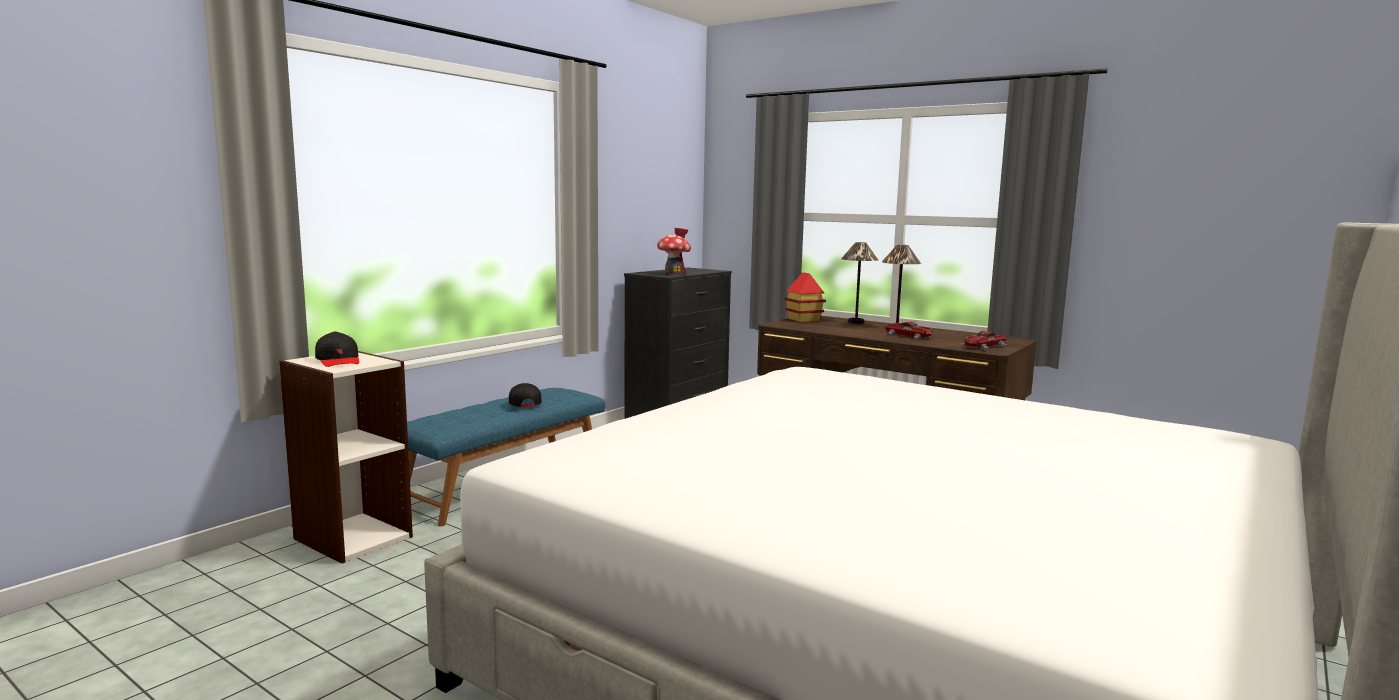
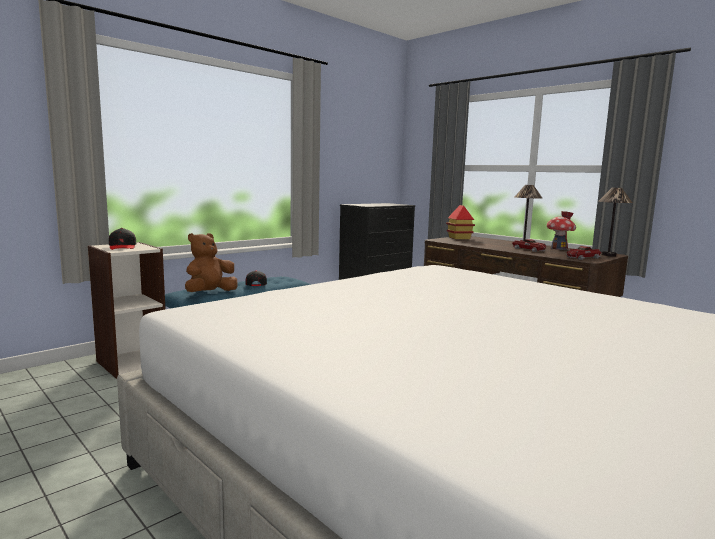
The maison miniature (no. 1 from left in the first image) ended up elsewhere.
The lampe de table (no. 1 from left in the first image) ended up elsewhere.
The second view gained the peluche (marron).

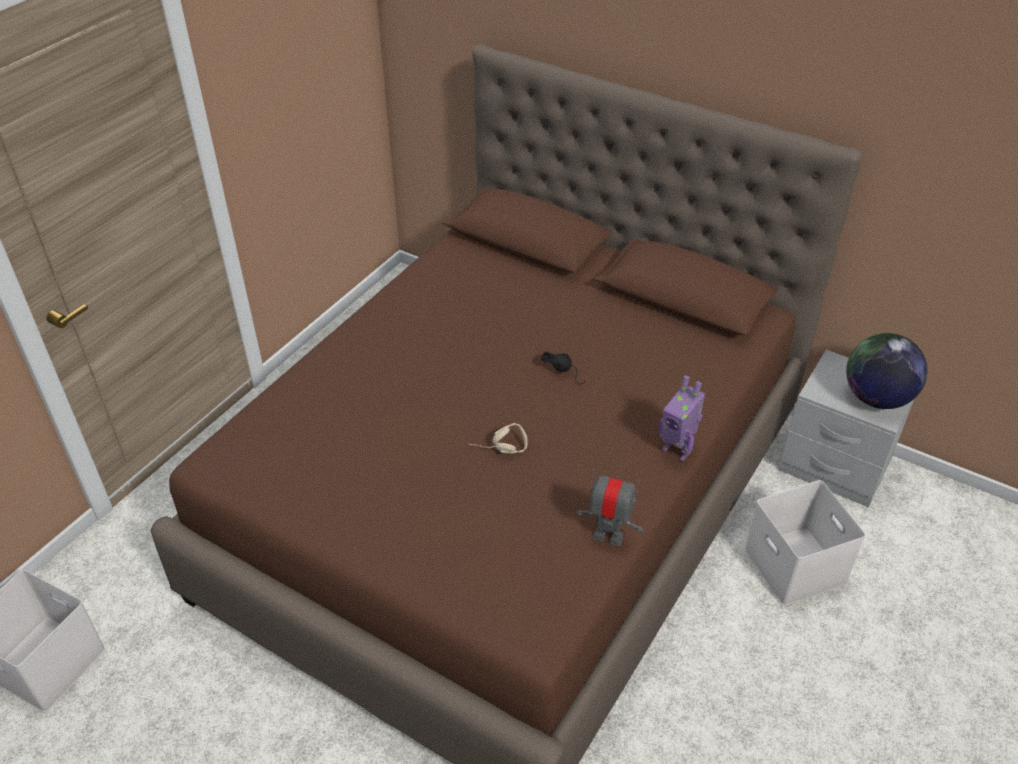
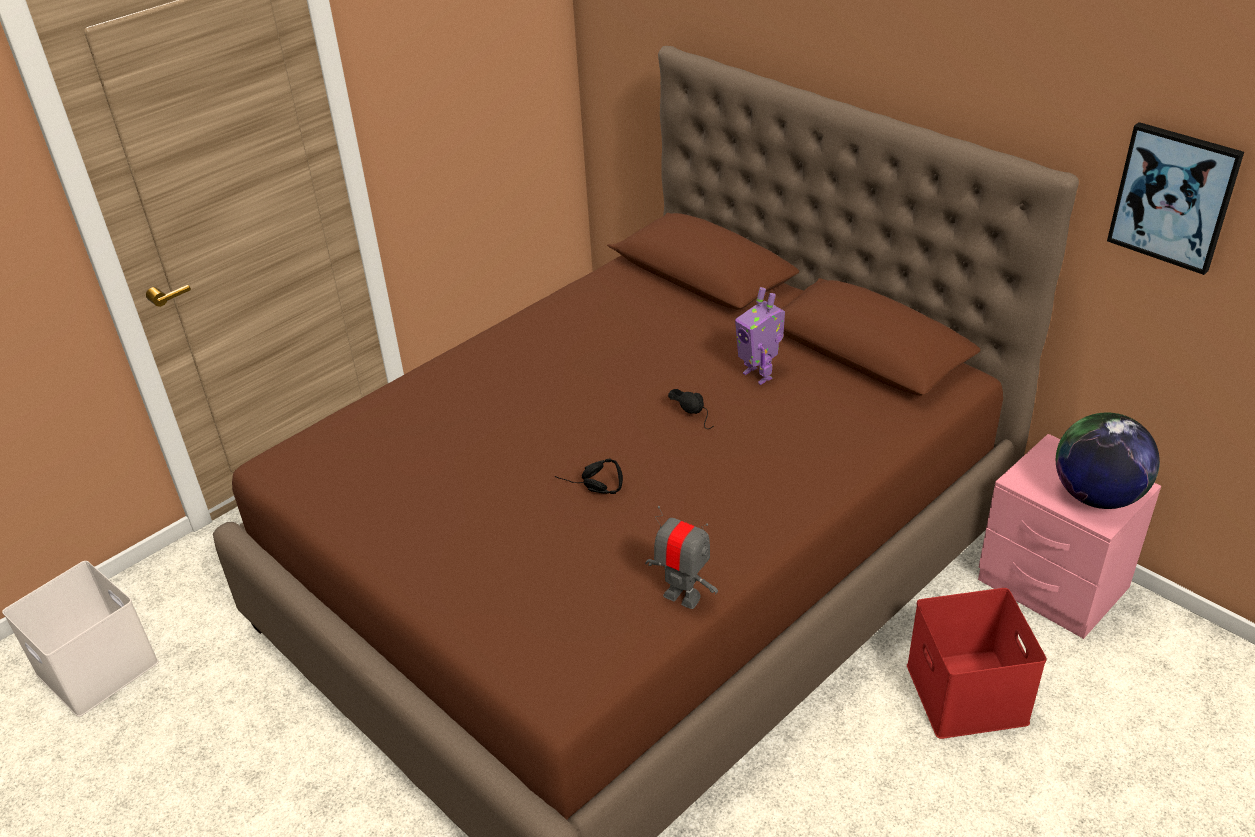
What was the casque audio (beige) turned into the casque audio (noir) (no. 1 from left).
The robot jouet (no. 2 from left) ended up elsewhere.
What was the boîte de rangement (blanc) (no. 2 from left) turned into the boîte de rangement (rouge).
What was the table de chevet (gris) turned into the table de chevet (rose).
The second view gained the tableau.

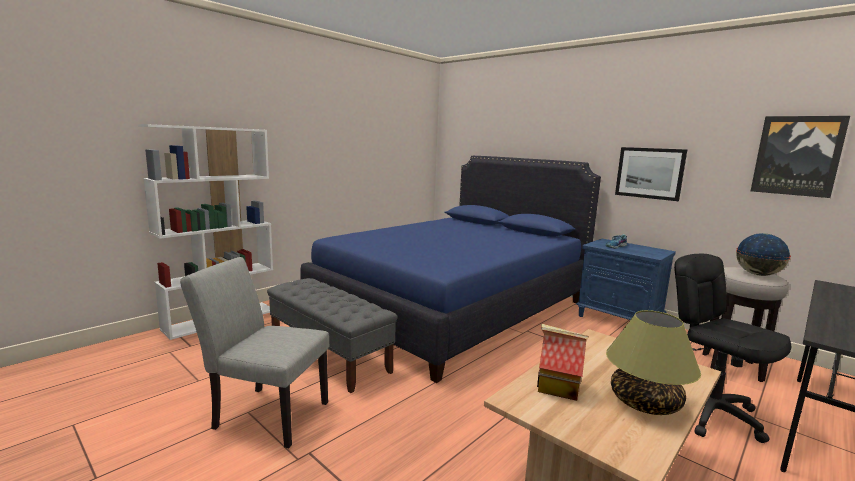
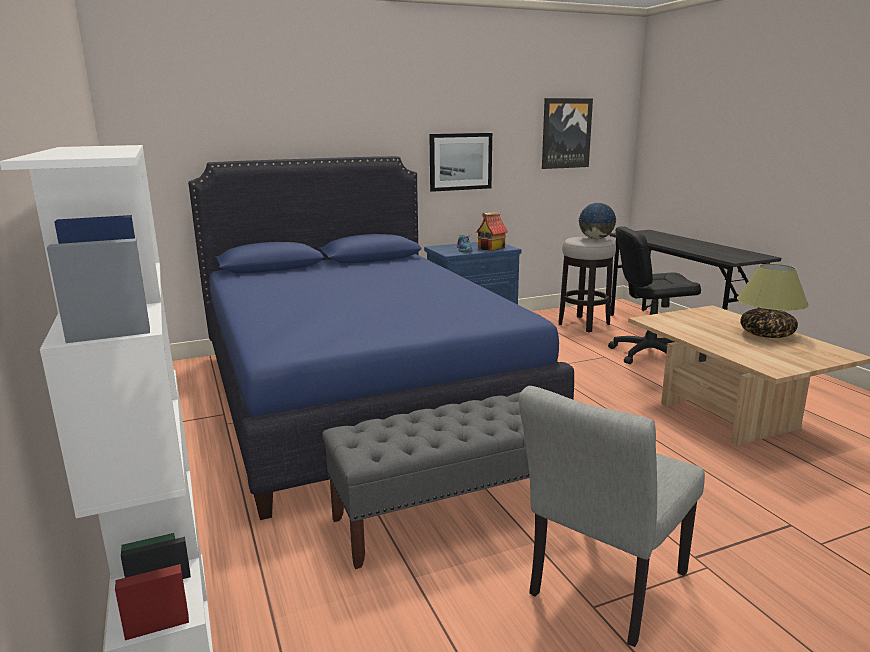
The maison miniature ended up elsewhere.

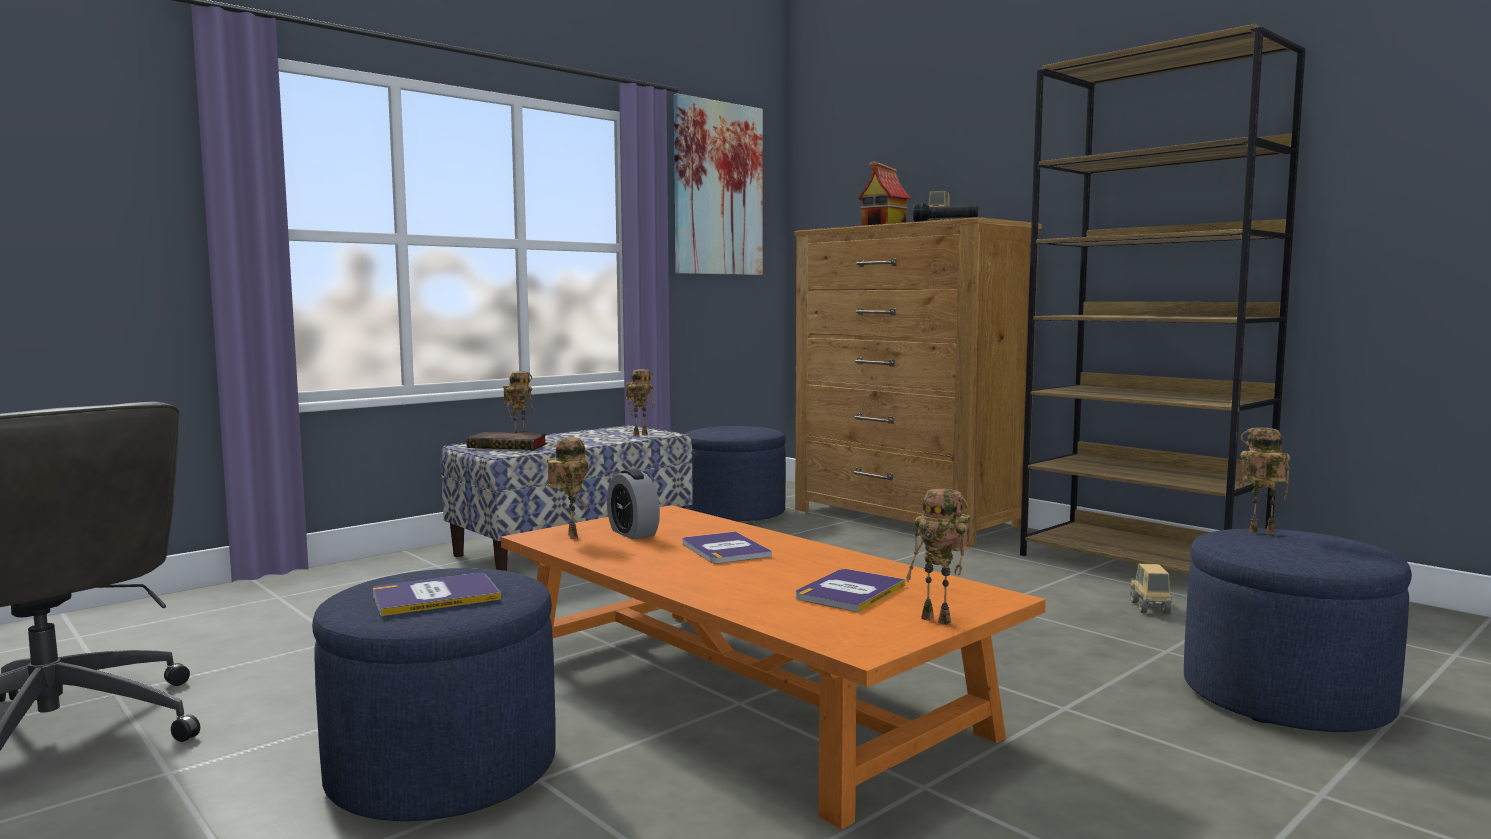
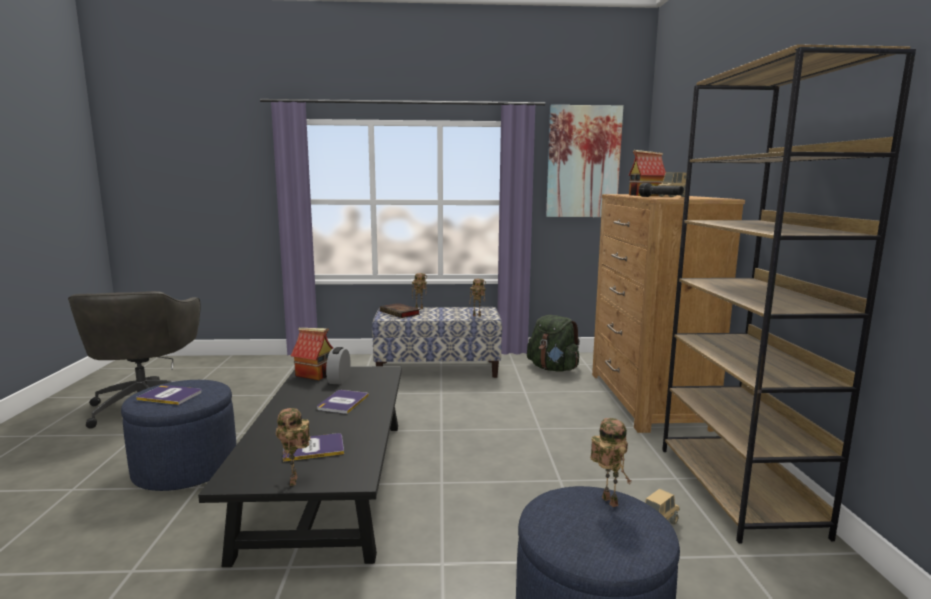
What was the table basse (orange) turned into the table basse (noir).
Where the robot jouet (no. 2 from left) stood, the maison miniature (no. 1 from left) came to stand.
Where the pouf (bleu) (no. 2 from left) stood, the sac à dos (vert) came to stand.

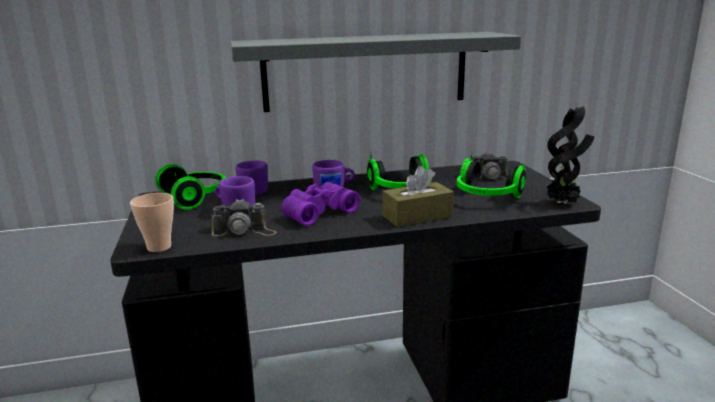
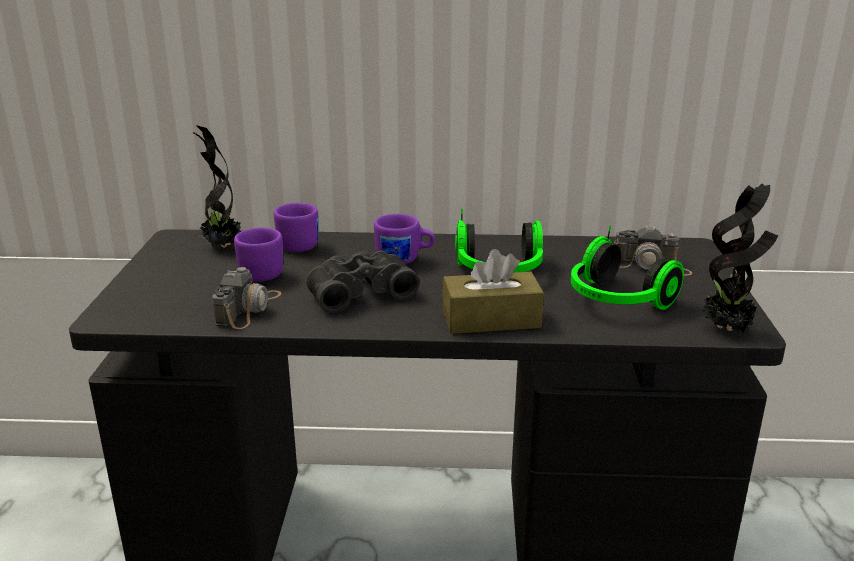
The second view lost the tasse.
Where the casque audio (no. 1 from left) stood, the plante en pot (no. 1 from left) came to stand.
The appareil photo (no. 1 from left) ended up facing another way, 90 degrees counterclockwise from before.
The second view lost the étagère (gris).
What was the jumelles (violet) turned into the jumelles (noir).

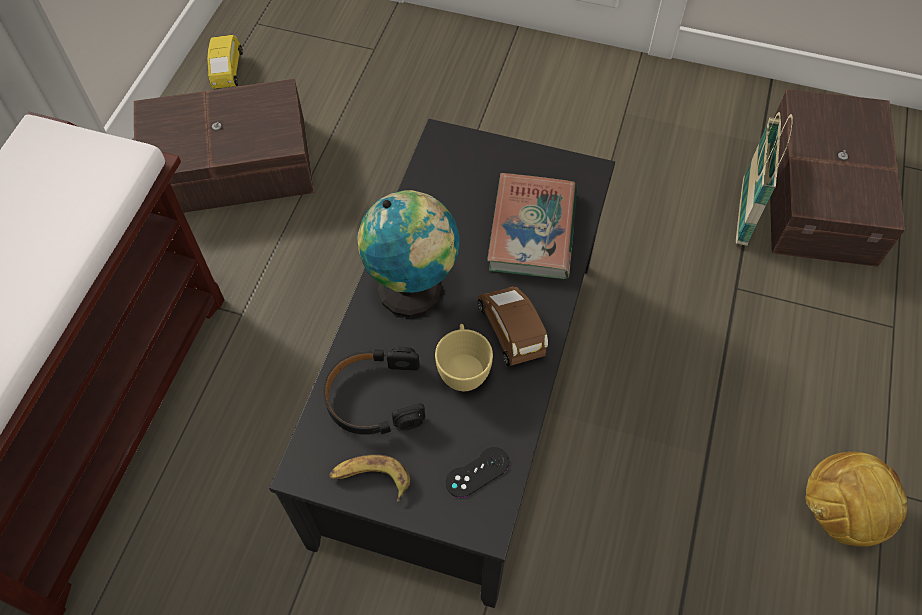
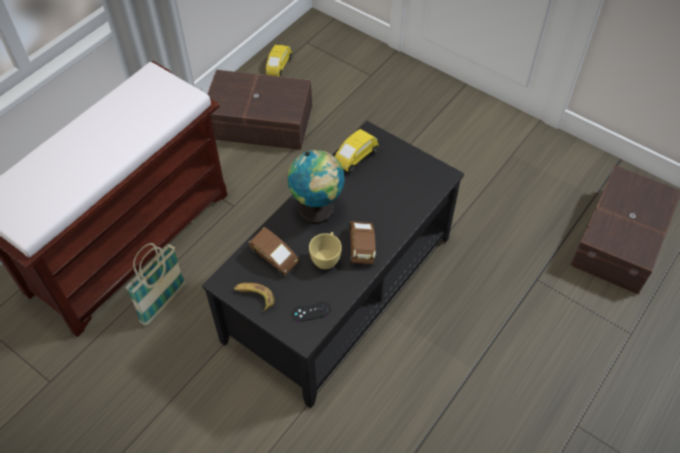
Where the casque audio (noir) stood, the petite voiture (marron) (no. 1 from left) came to stand.
The second view lost the livre.
The panier ended up elsewhere.
The second view lost the ballon de foot.
The second view gained the petite voiture (jaune) (no. 2 from left).

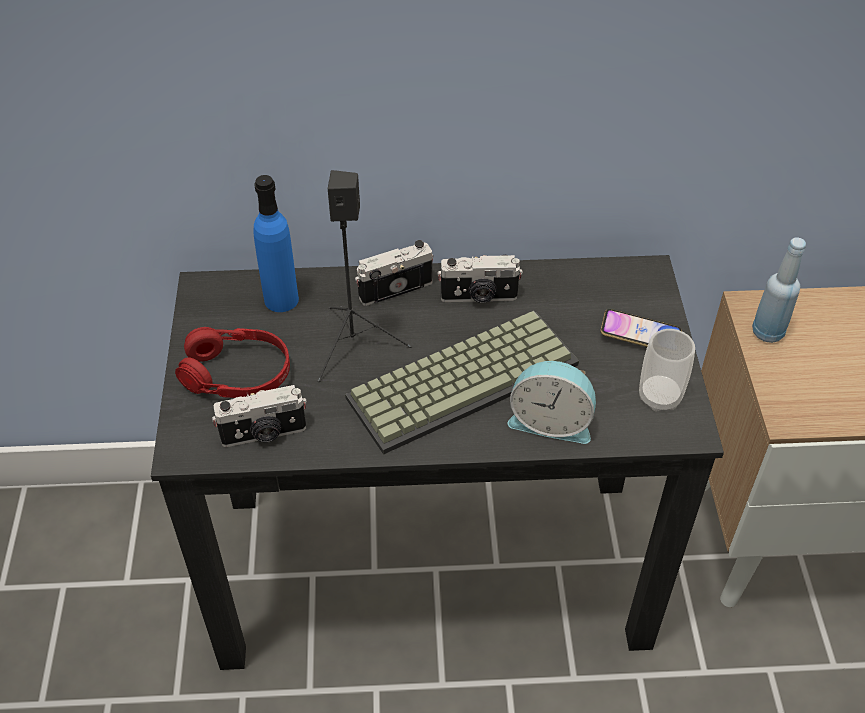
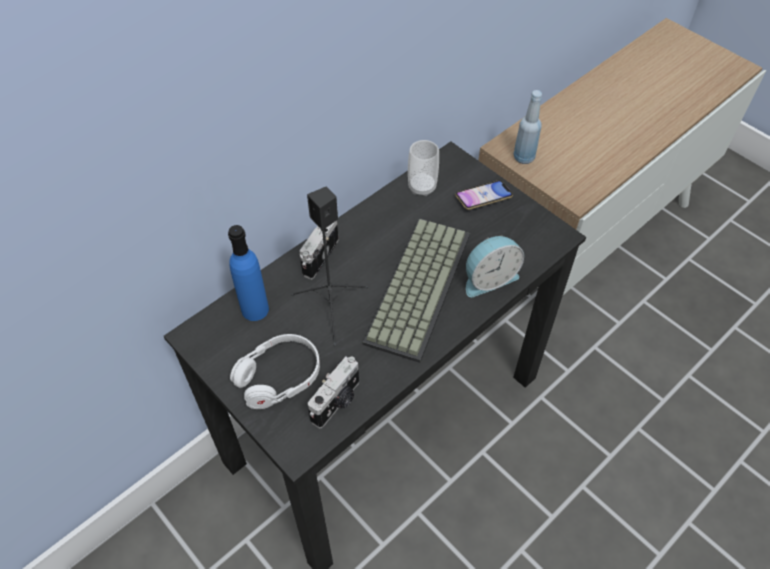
What was the casque audio (rouge) turned into the casque audio (blanc).
The second view lost the appareil photo (no. 3 from left).
The tasse ended up elsewhere.

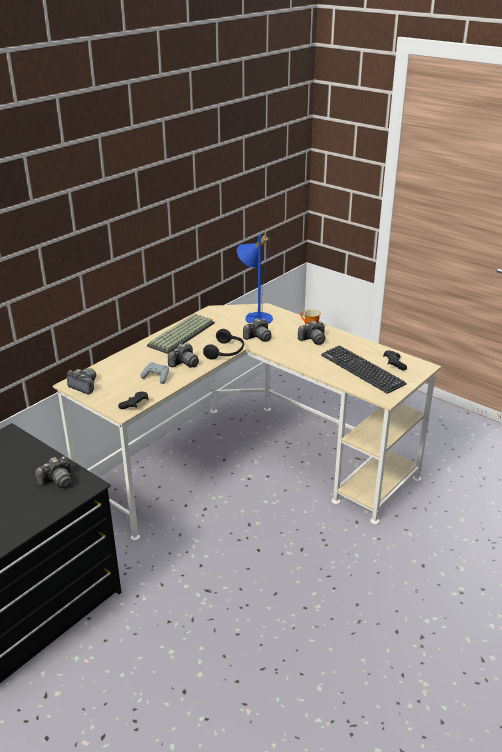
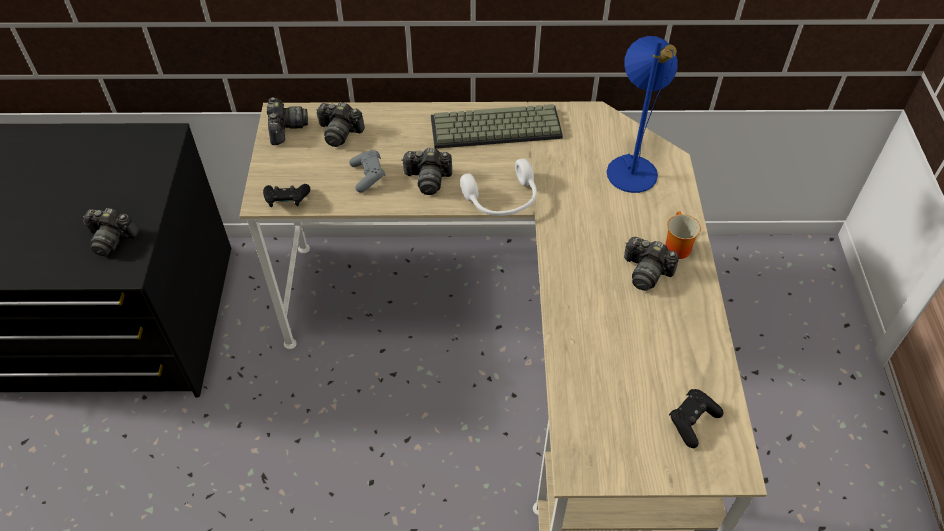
What was the casque audio (noir) turned into the casque audio (blanc).
The appareil photo (no. 4 from left in the first image) ended up elsewhere.
The second view lost the clavier (no. 2 from left).

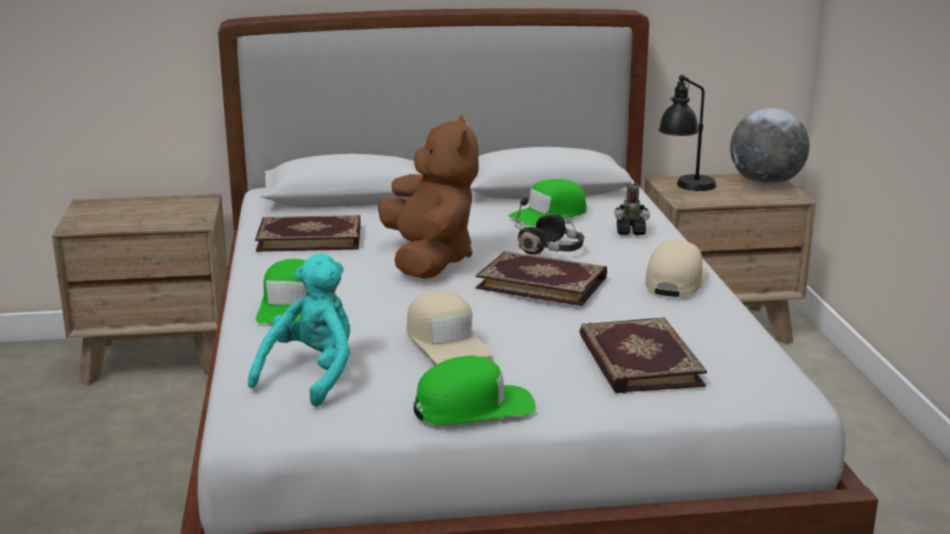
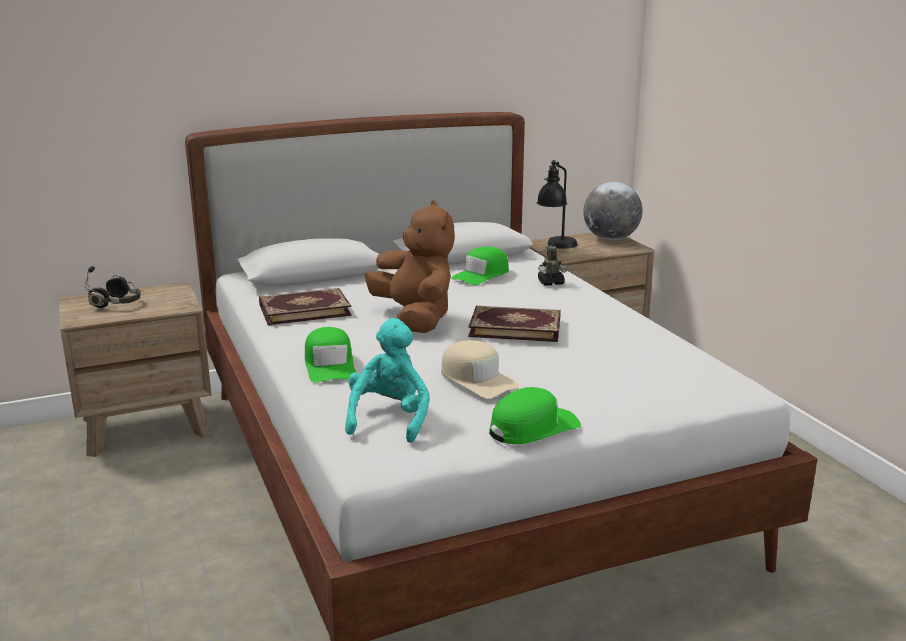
The casque audio (noir) ended up elsewhere.
The second view lost the livre (no. 3 from left).
The second view lost the casquette (beige) (no. 2 from left).

